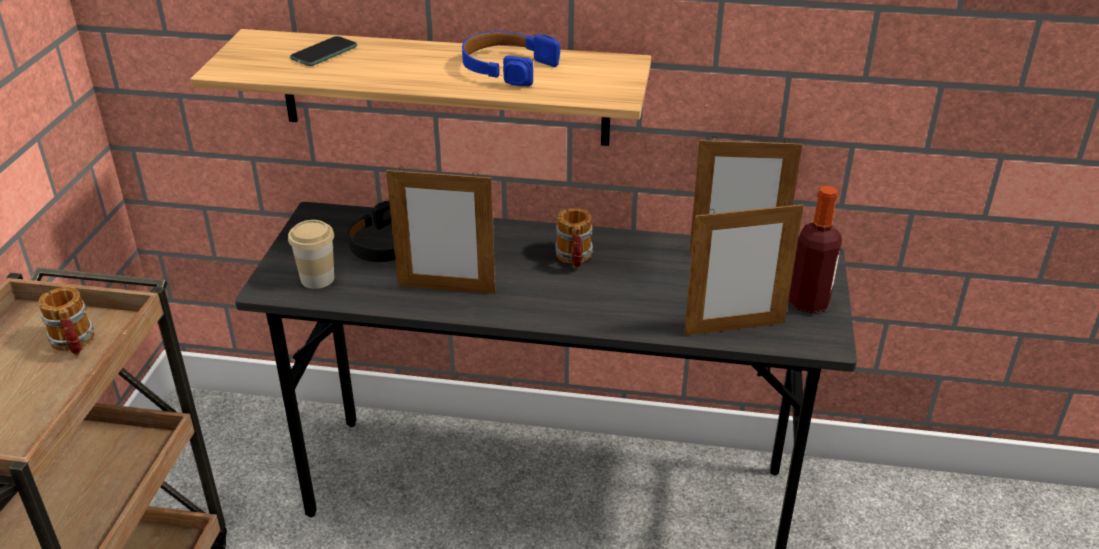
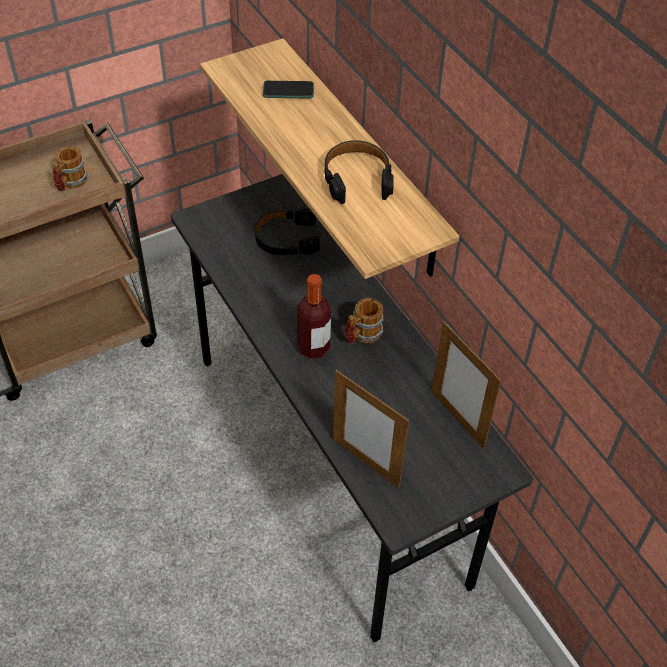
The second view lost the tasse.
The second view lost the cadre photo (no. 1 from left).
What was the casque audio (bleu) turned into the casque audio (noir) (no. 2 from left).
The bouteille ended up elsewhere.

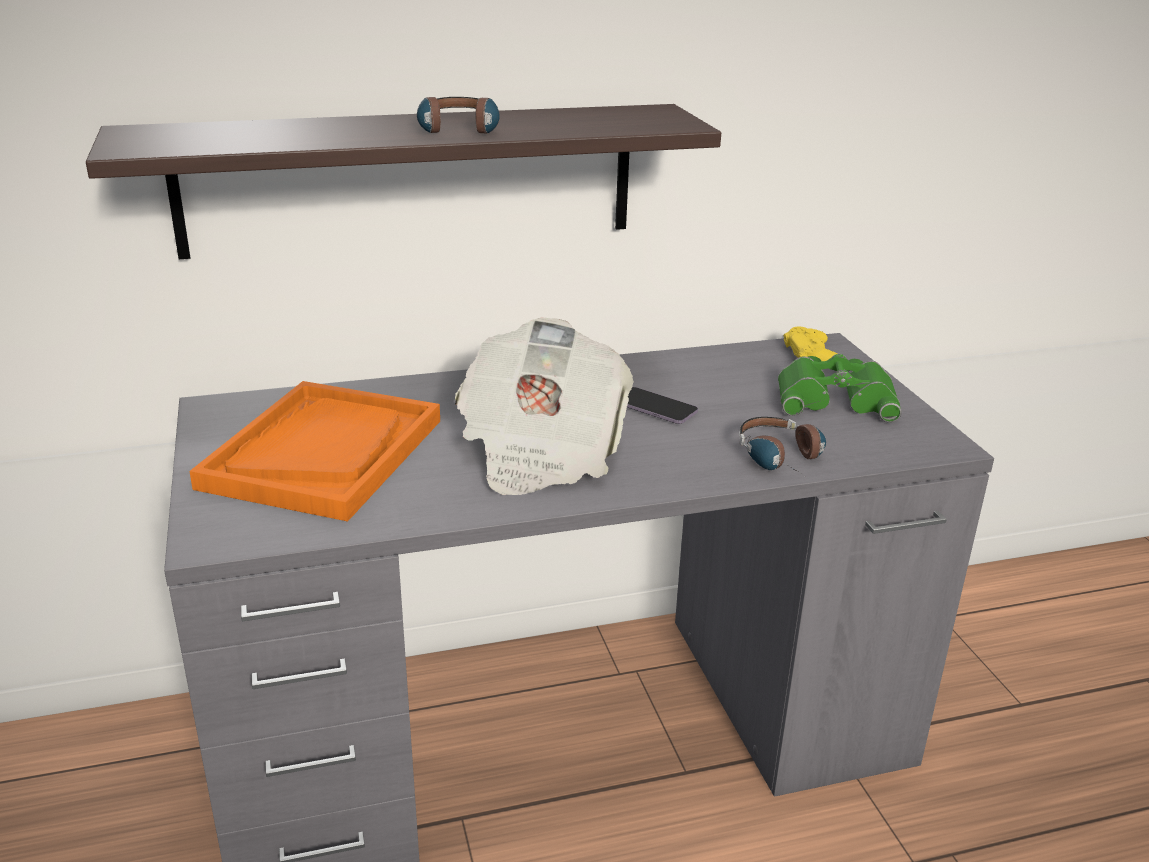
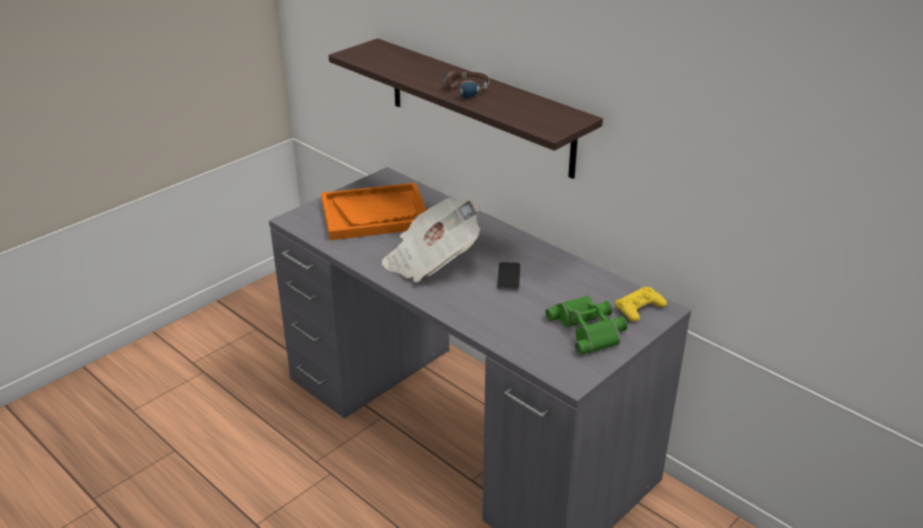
The second view lost the casque audio (no. 2 from left).

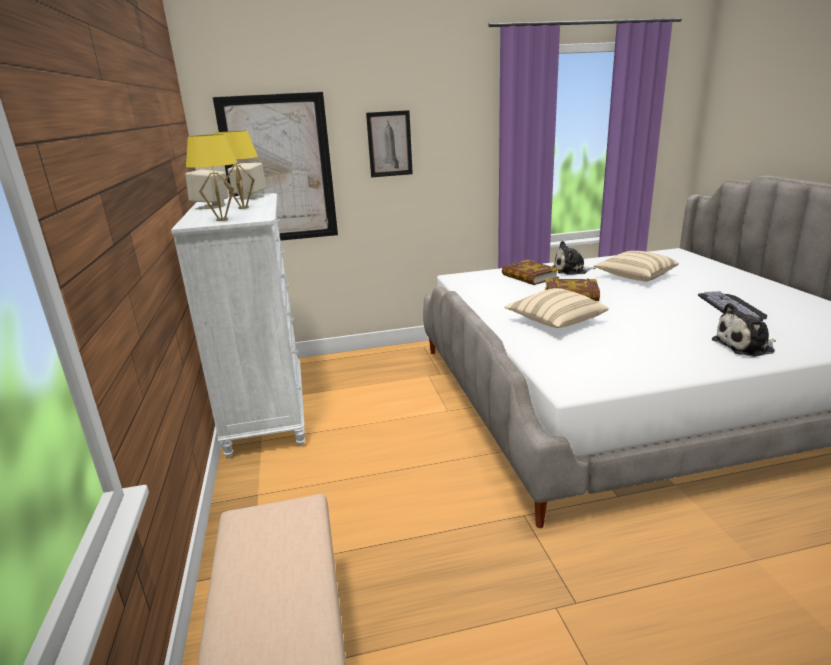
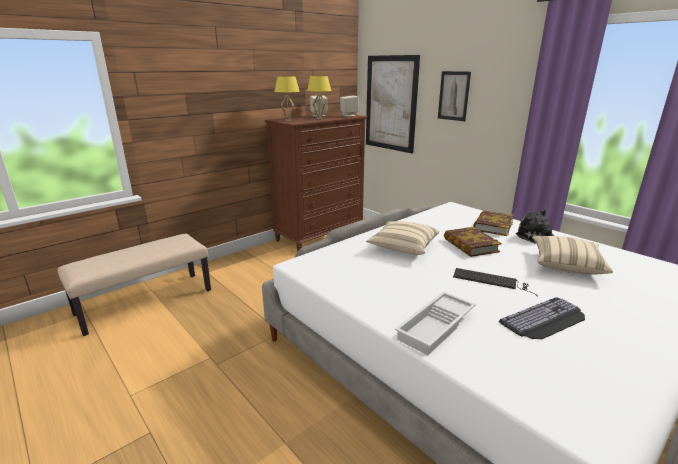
What was the commode (blanc) turned into the commode (marron).
Where the peluche (no. 2 from left) stood, the plateau (blanc) came to stand.
The second view gained the clavier (no. 1 from left).

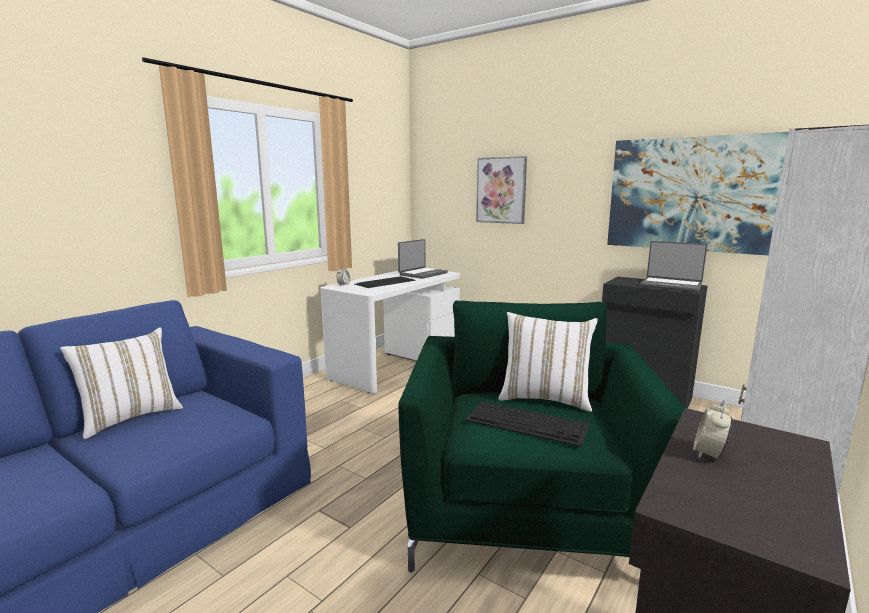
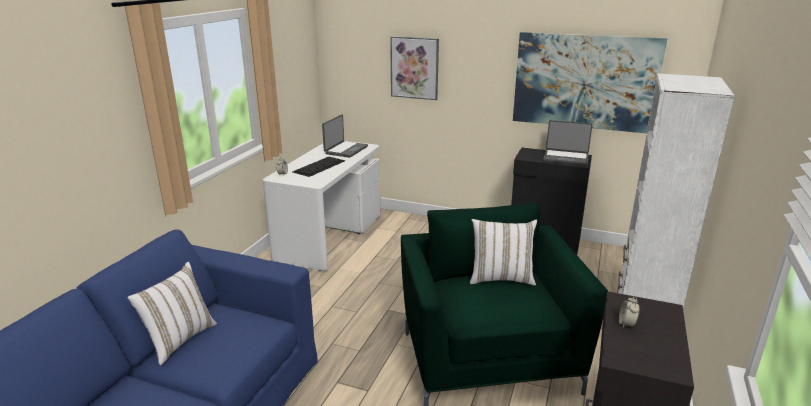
The second view lost the clavier (no. 2 from left).

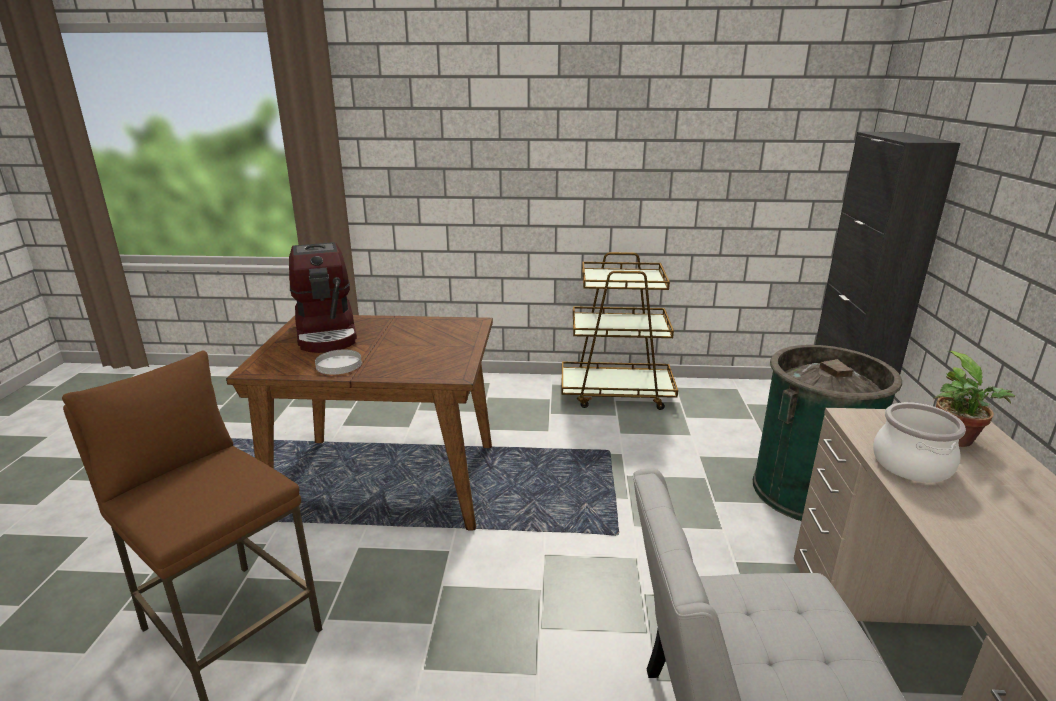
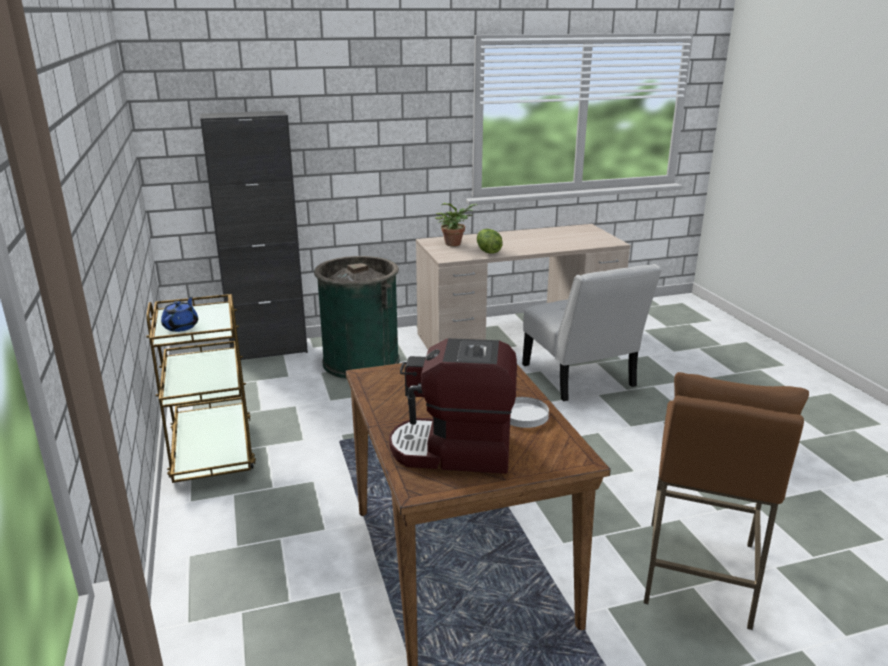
The machine à café ended up facing another way, 135 degrees counterclockwise from before.
Where the marmite stood, the laitue came to stand.
The second view gained the théière (bleu).

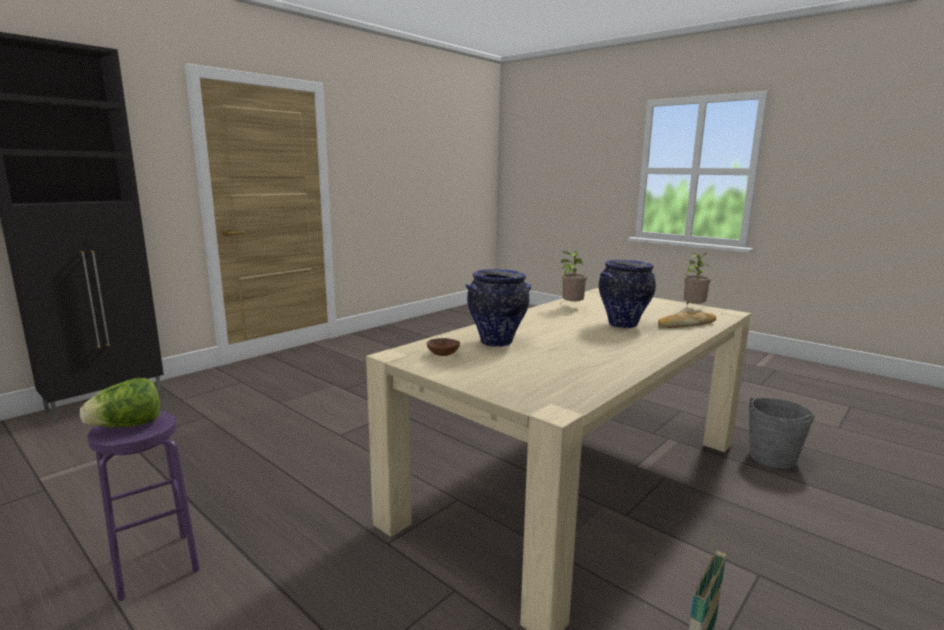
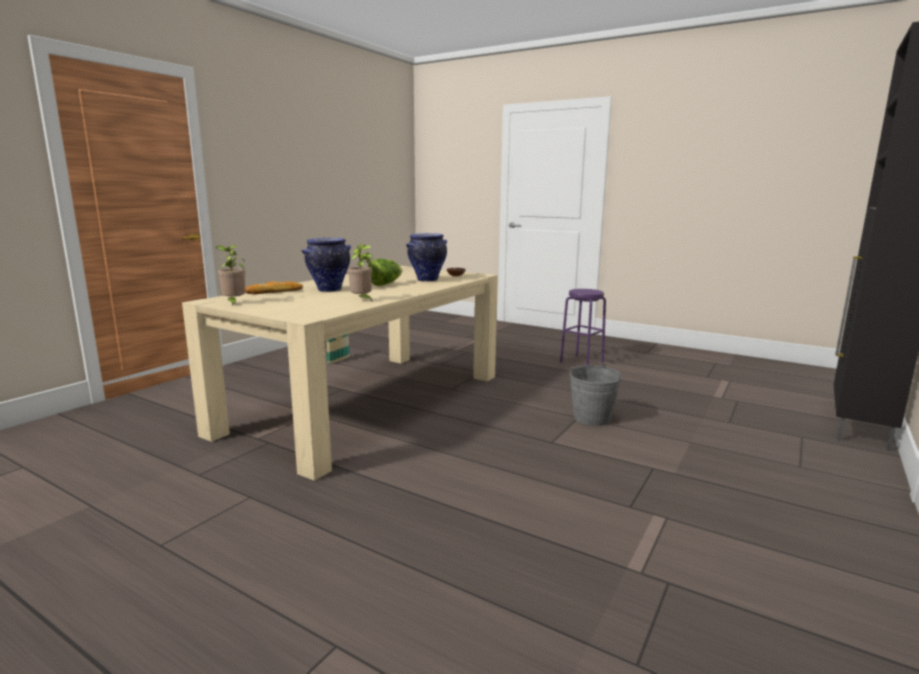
The laitue ended up elsewhere.
The seau (gris) ended up elsewhere.

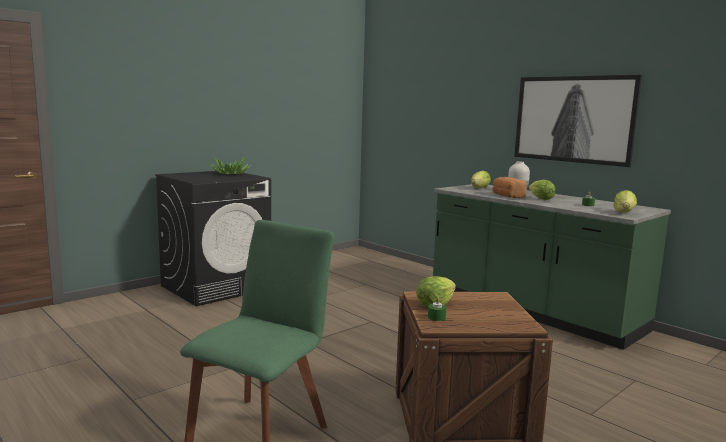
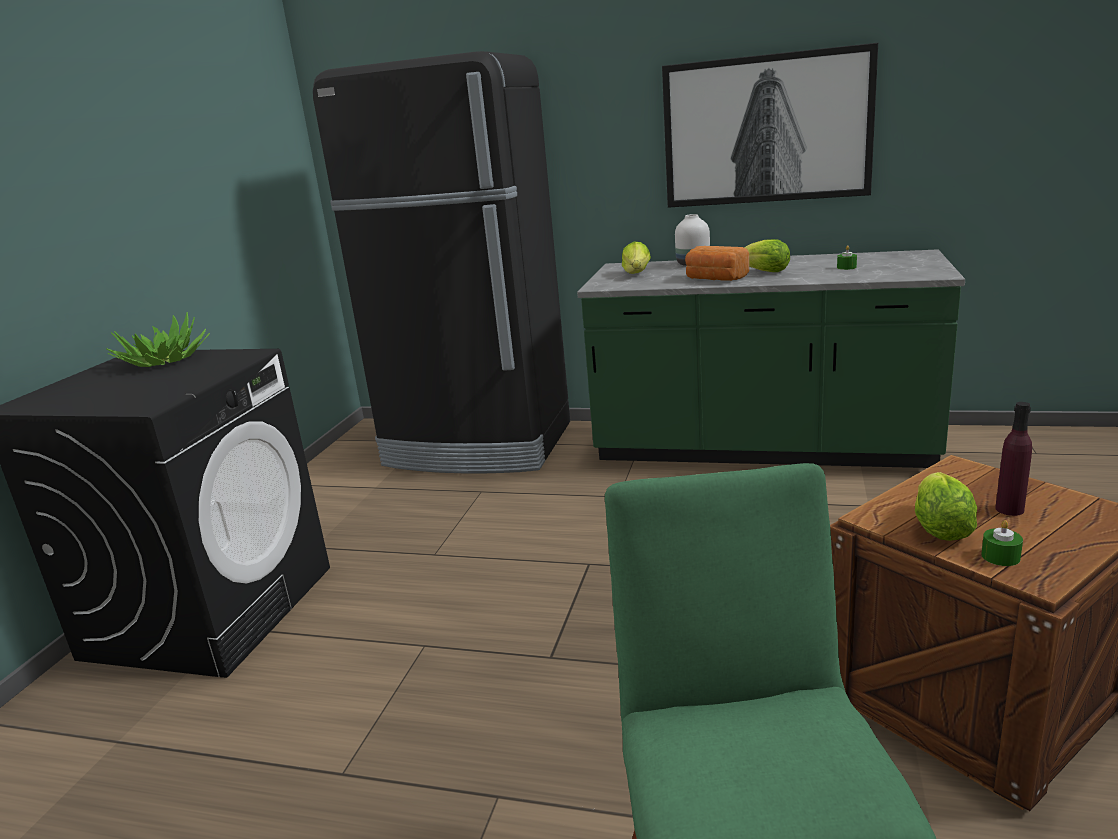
The second view lost the laitue (no. 4 from left).
The second view gained the réfrigérateur (noir).
The second view gained the bouteille (violet).

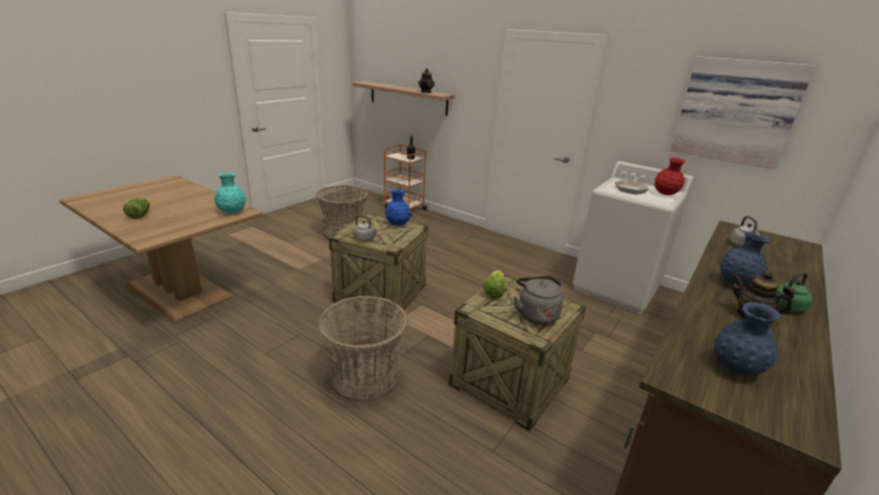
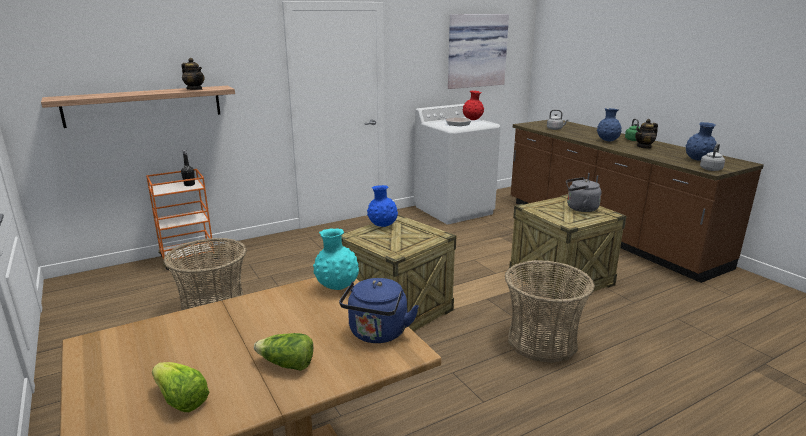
The bouilloire (gris) (no. 1 from left in the first image) ended up elsewhere.
The laitue (no. 2 from left in the first image) ended up elsewhere.
The second view gained the bouilloire (bleu).

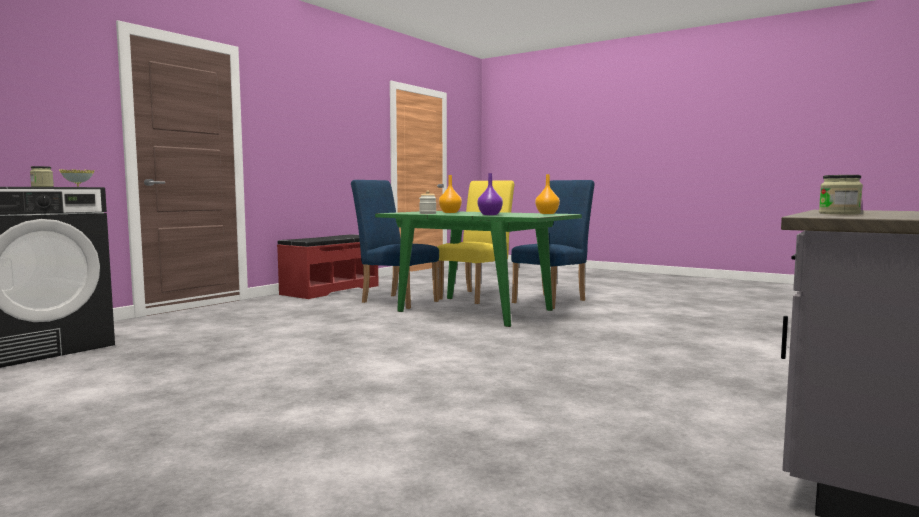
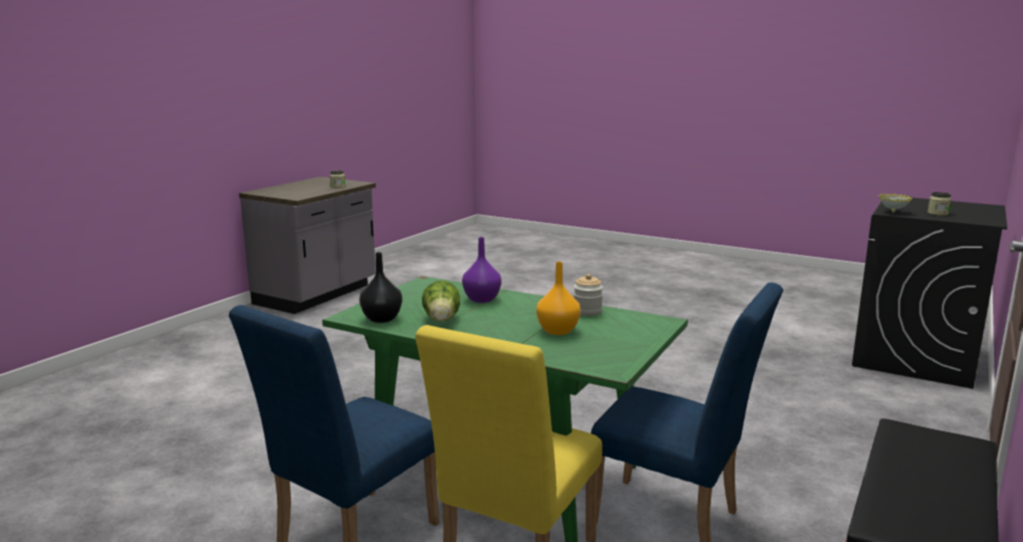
What was the vase (orange) (no. 2 from left) turned into the vase (noir).
The second view gained the laitue.

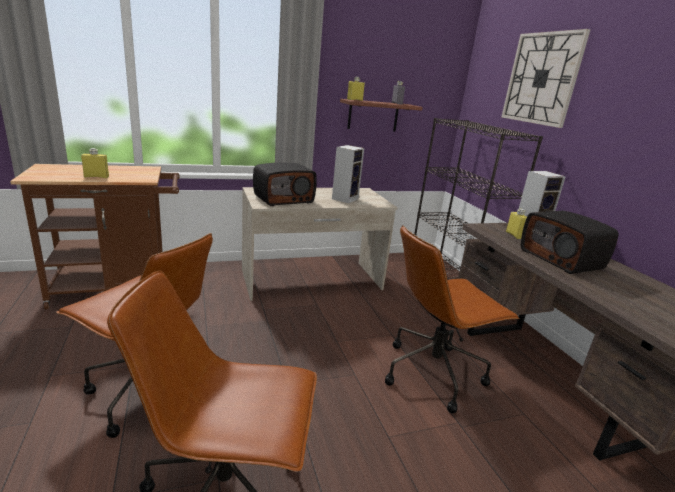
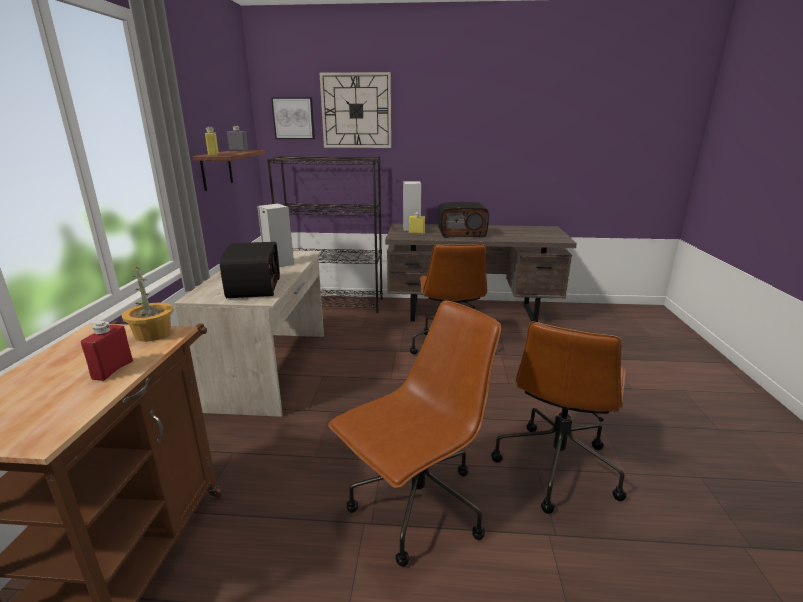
What was the bouteille (jaune) (no. 1 from left) turned into the bouteille (rouge).
The second view gained the plante en pot.
The second view gained the tableau.

